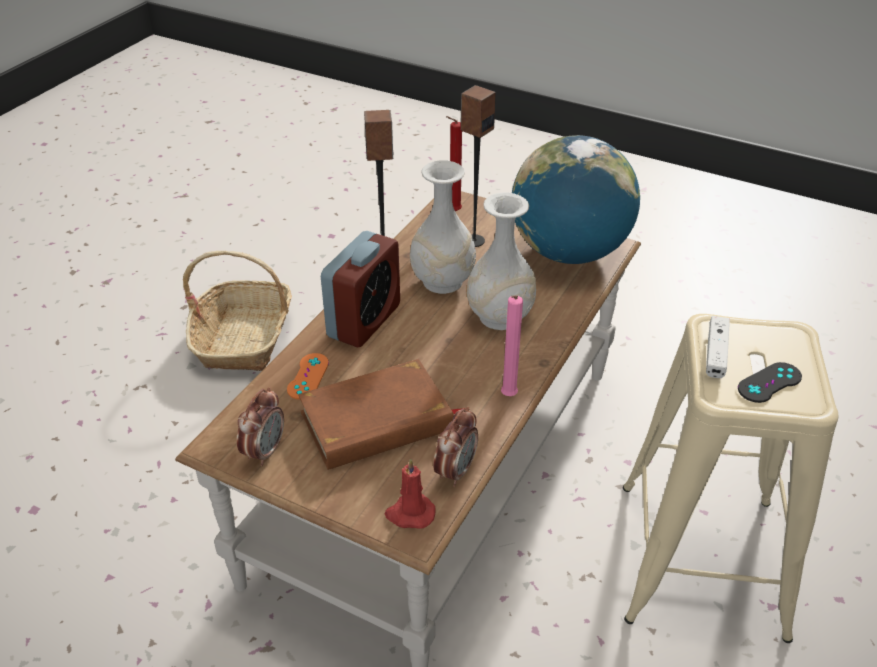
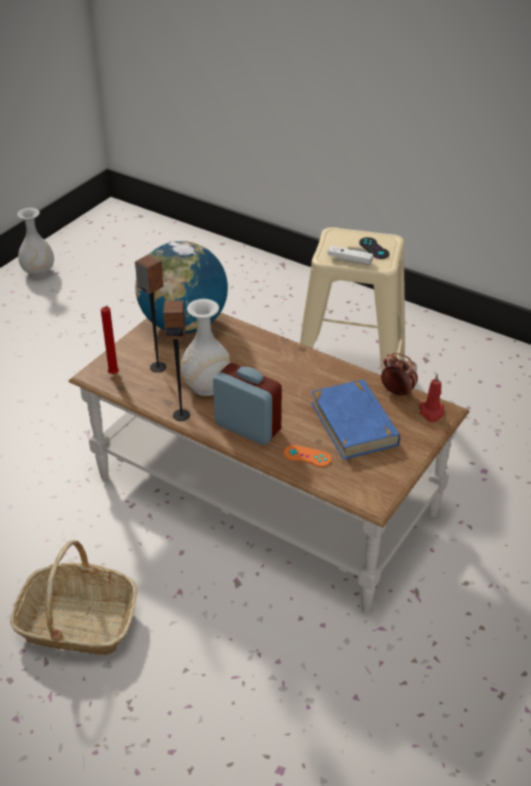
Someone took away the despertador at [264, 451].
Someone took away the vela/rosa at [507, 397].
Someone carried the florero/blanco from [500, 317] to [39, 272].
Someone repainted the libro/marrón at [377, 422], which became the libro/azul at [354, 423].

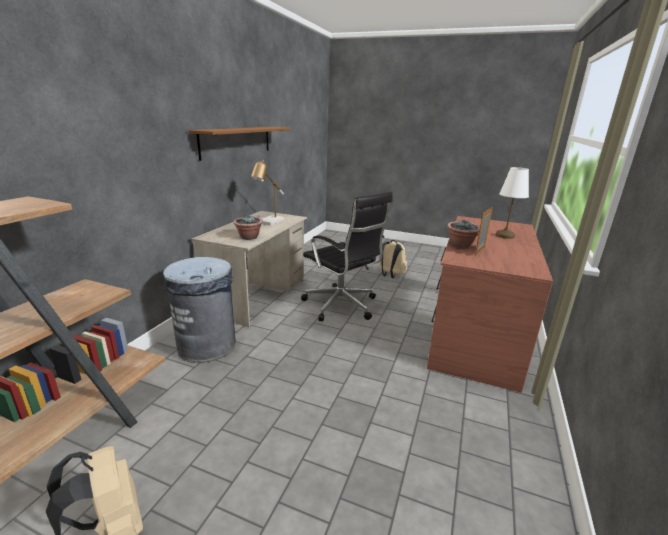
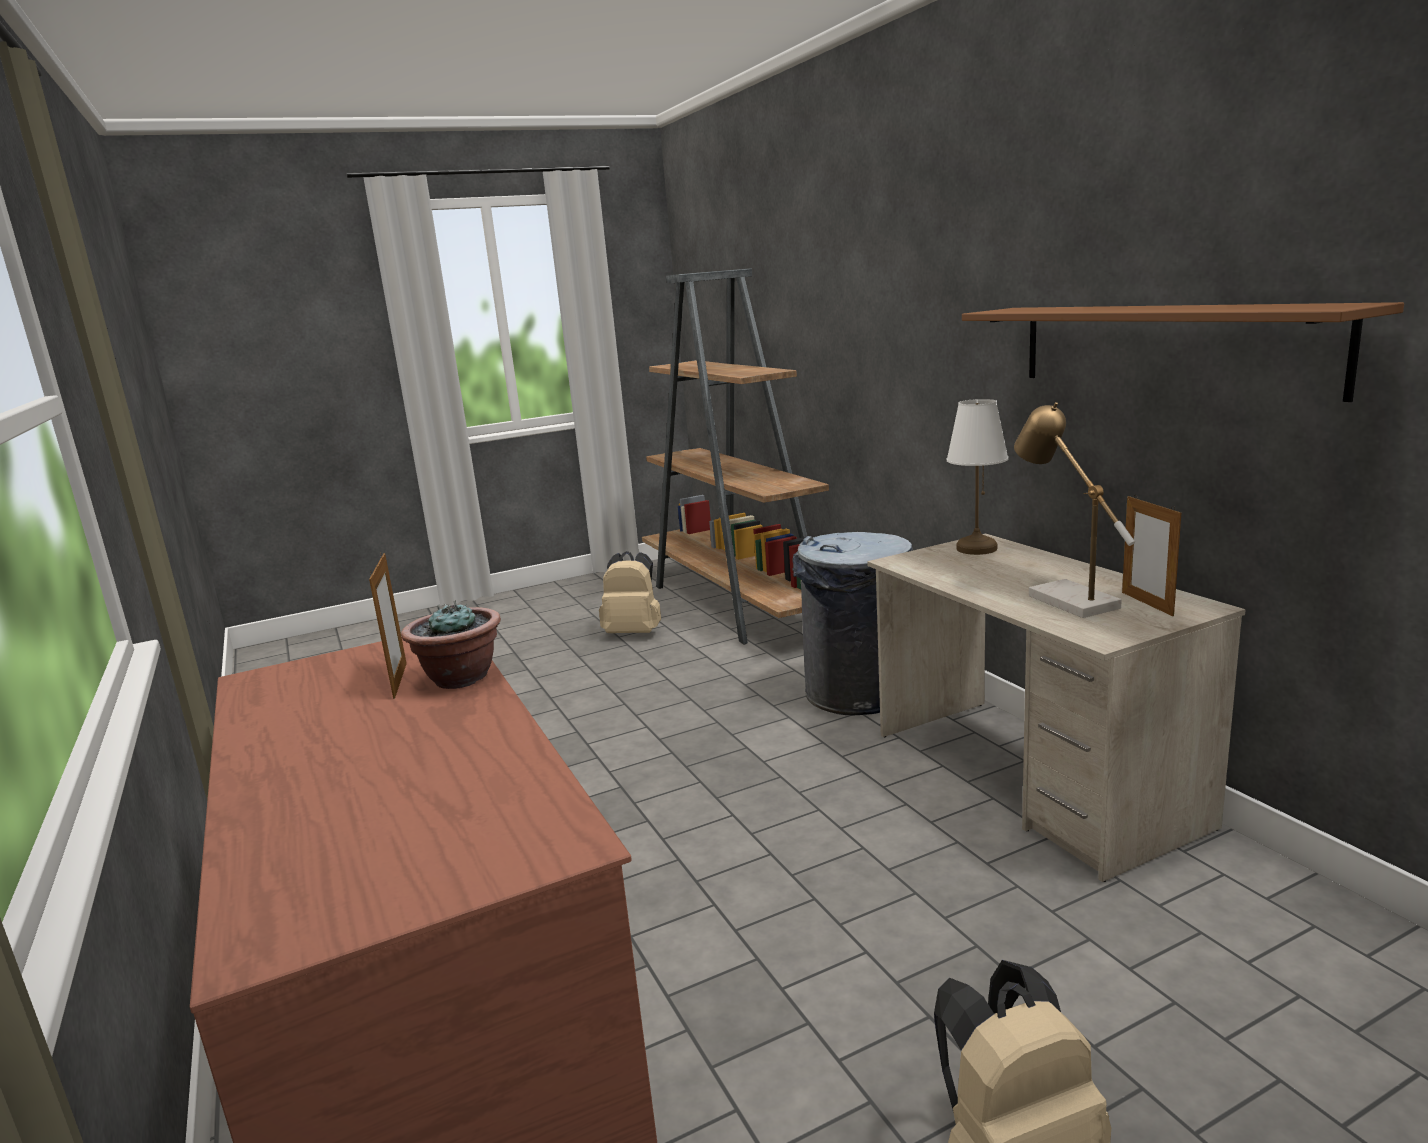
Someone took away the planta en maceta at [249, 237].
Someone took away the silla de oficina/negro at [342, 305].
Someone put down the portarretratos at [1147, 603].
Someone carried the lámpara de mesa/blanco from [505, 236] to [976, 549].

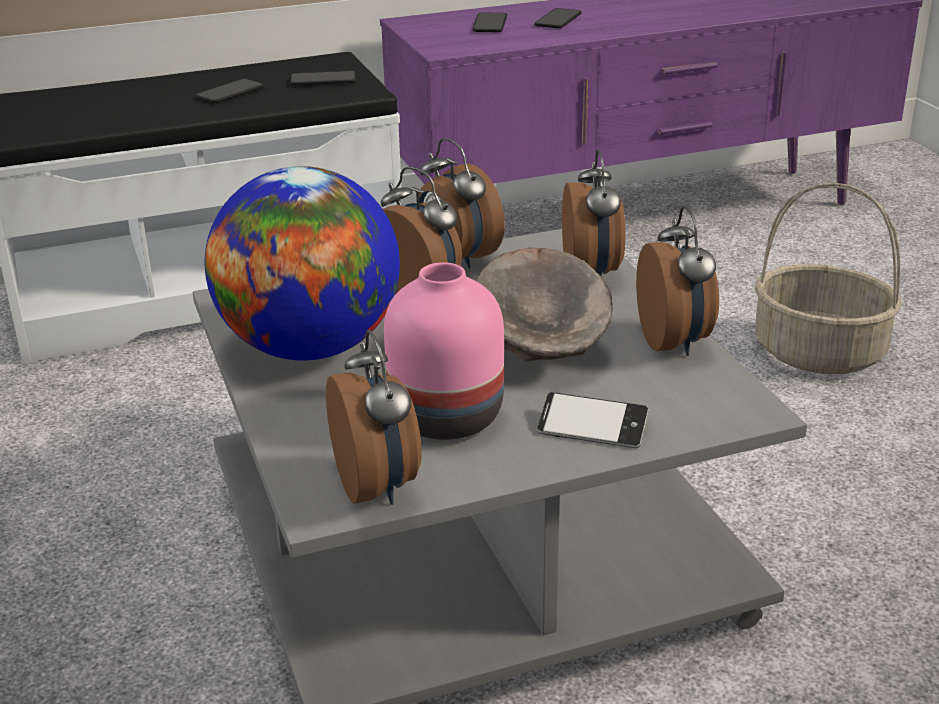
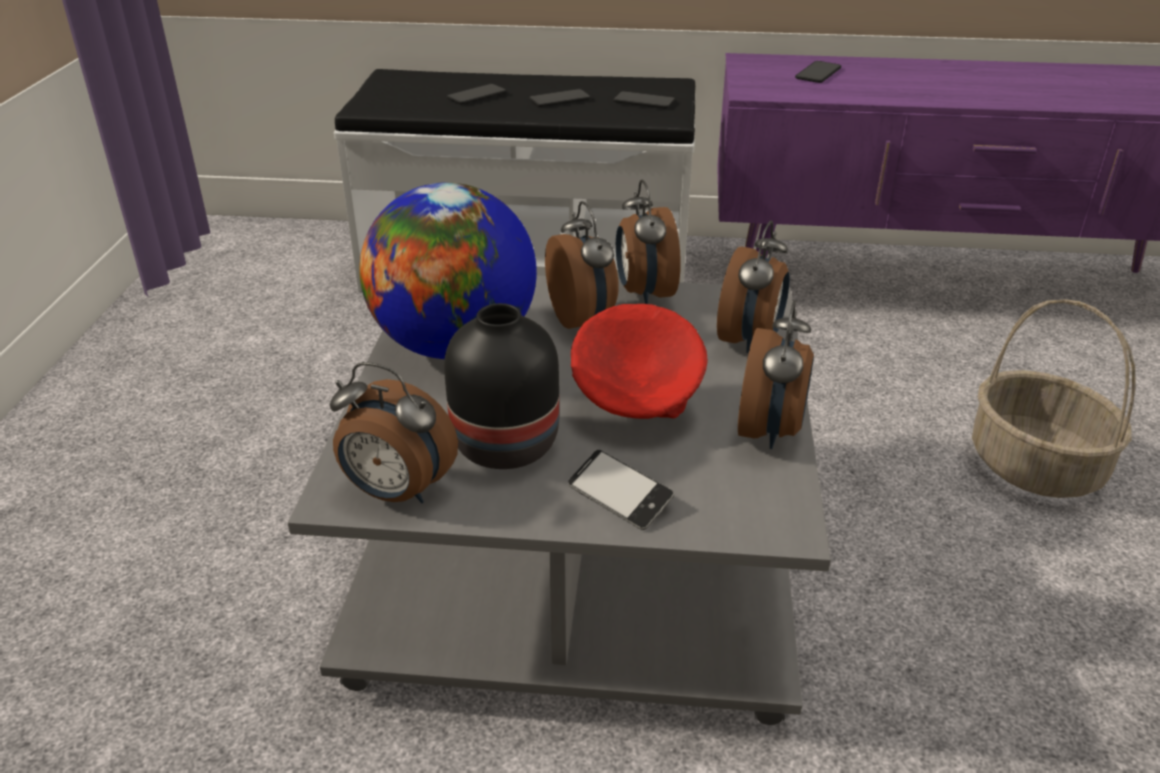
Someone carried the móvil from [558, 20] to [477, 95].
Someone repainted the florero/rosa at [449, 416], which became the florero/negro at [508, 444].
Someone repainted the cuenco/gris at [544, 357], which became the cuenco/rojo at [638, 410].
Someone rotated the despertador at [378, 486] by 105 degrees clockwise.

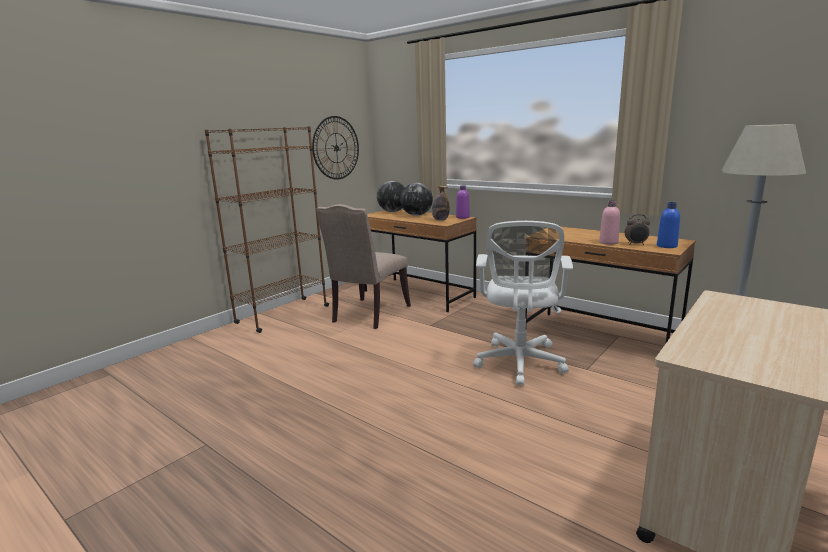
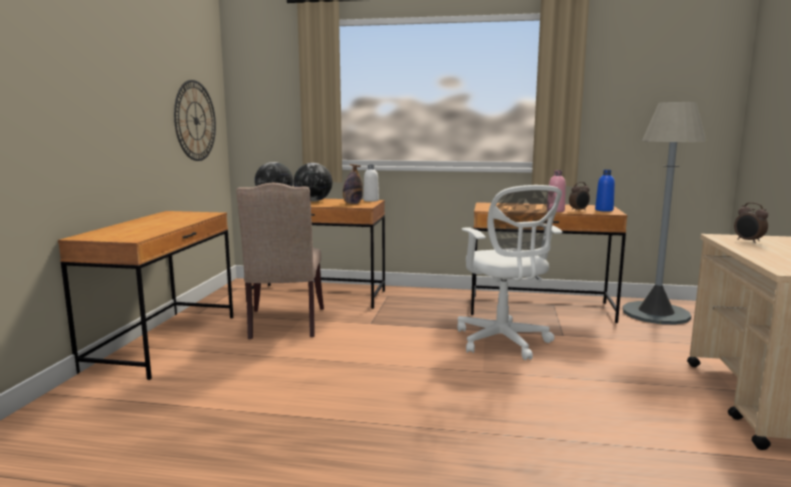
Someone put down the despertador at [748, 241].
Someone swapped the estantería/marrón at [282, 314] for the escritorio/marrón at [164, 342].
Someone repainted the botella/morado at [462, 217], which became the botella/blanco at [371, 200].

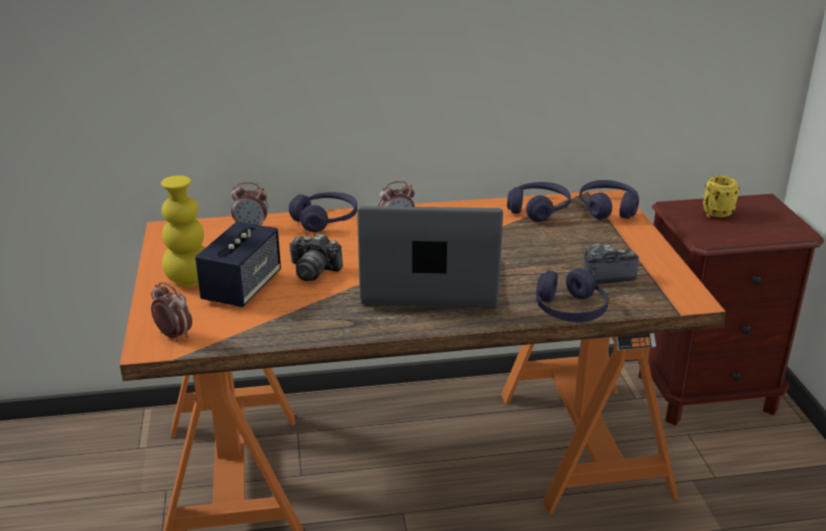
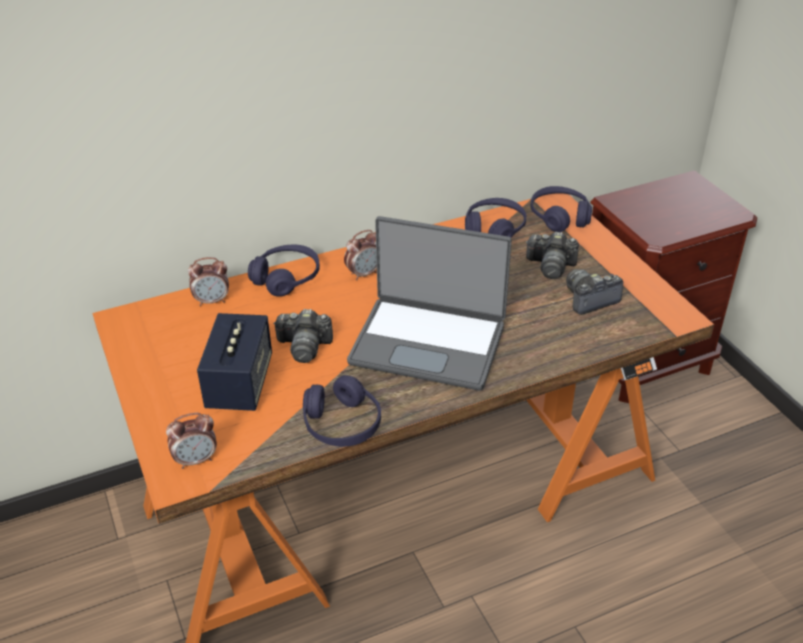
Someone took away the florero/amarillo at [189, 280].
Someone took away the taza grande/amarillo at [714, 214].
Someone put down the cámara at [551, 266].
Someone carried the auriculares/morado from [570, 310] to [342, 424].
Someone rotated the despertador at [174, 335] by 135 degrees clockwise.
Someone rotated the portátil at [429, 284] by 150 degrees counterclockwise.

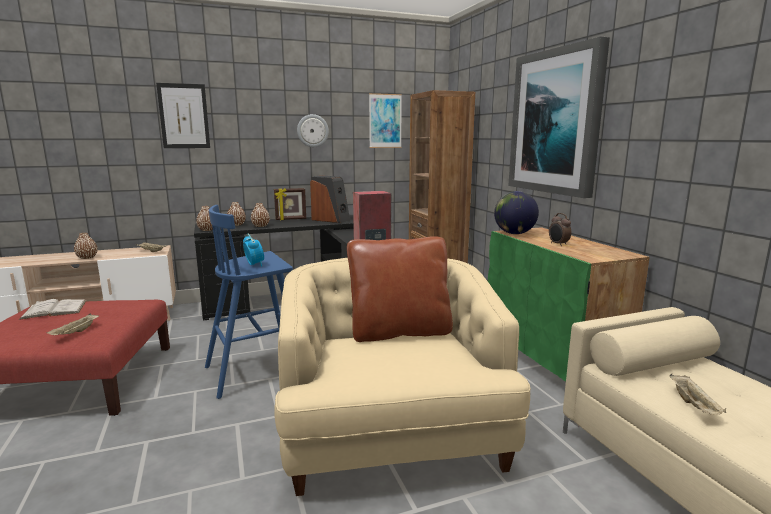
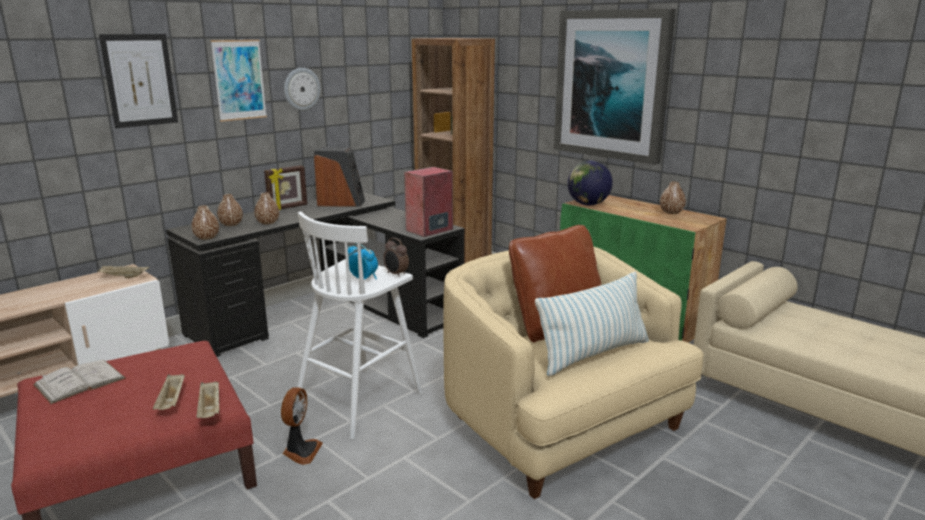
Someone put down the ventilador at [301, 451].
Someone put down the cojín at [593, 354].
Someone carried the florero/marrón from [87, 257] to [671, 212].
Someone carried the cuadro from [385, 121] to [239, 80].
Someone carried the despertador from [558, 244] to [396, 274].
Someone carried the bandeja/beis from [694, 405] to [210, 410].
Someone repainted the taburete/azul at [257, 371], which became the taburete/blanco at [361, 400].

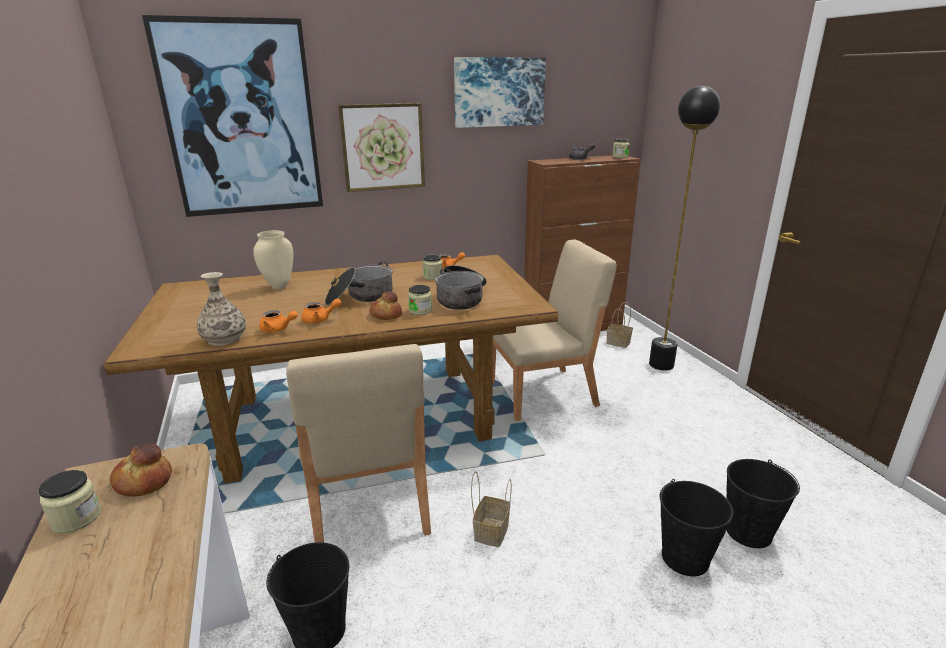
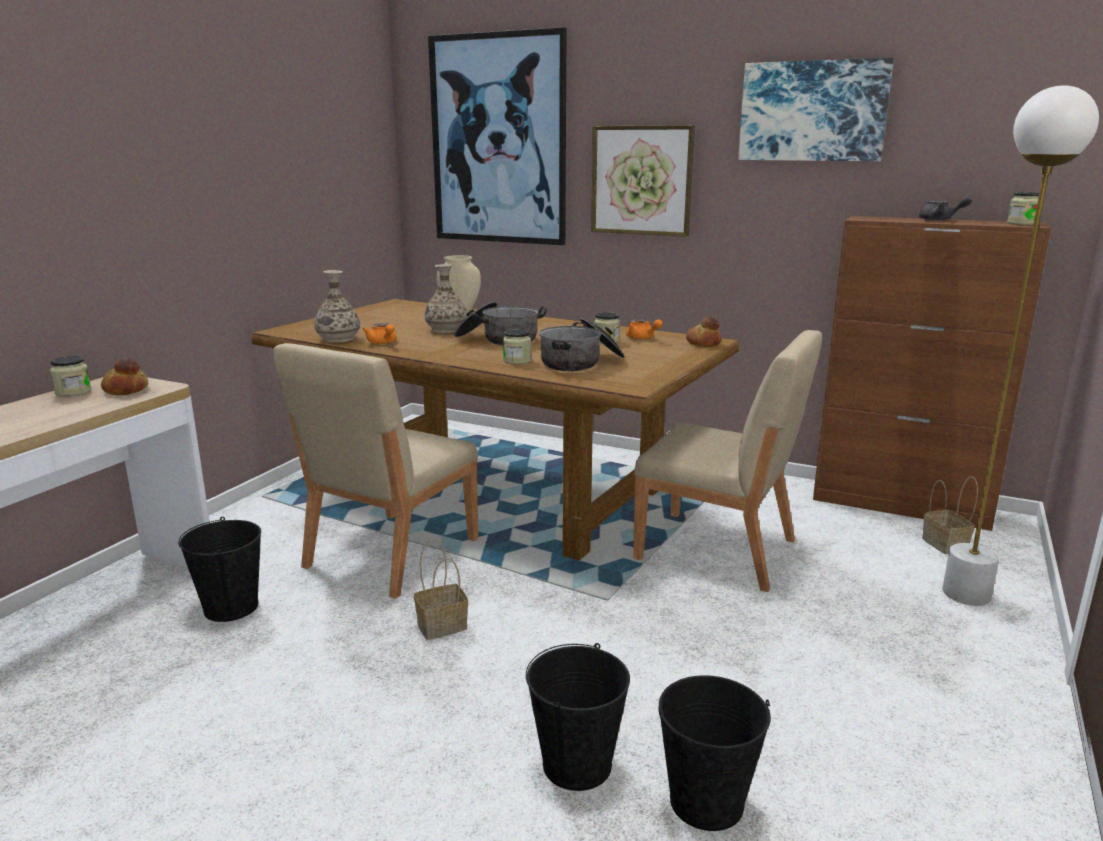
Someone took away the tetera/naranja at [320, 320].
Someone put down the florero at [446, 330].
Someone carried the pan from [386, 315] to [703, 343].
Someone repainted the lámpara de pie/negro at [661, 365], which became the lámpara de pie/blanco at [966, 594].

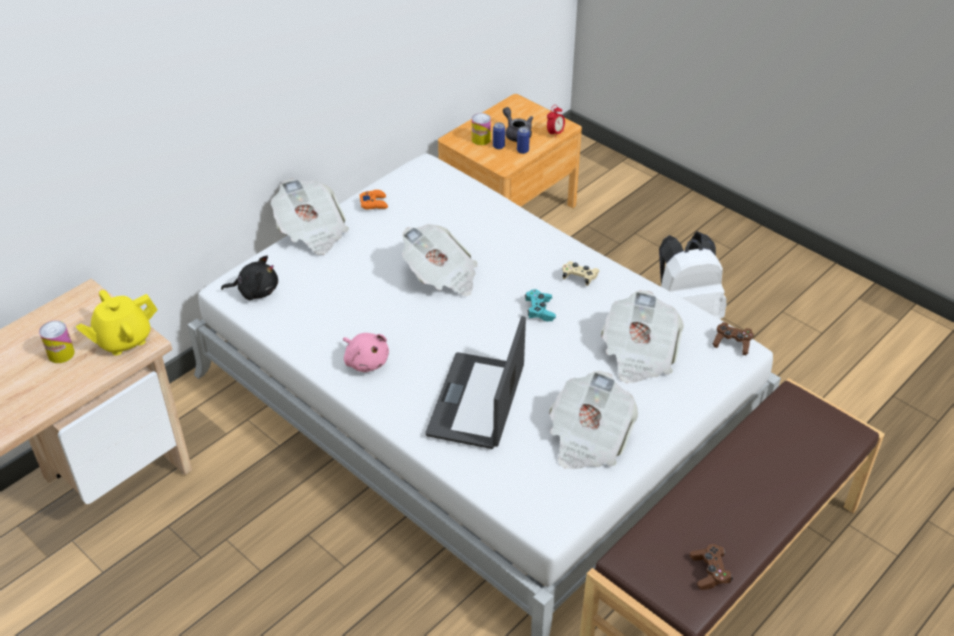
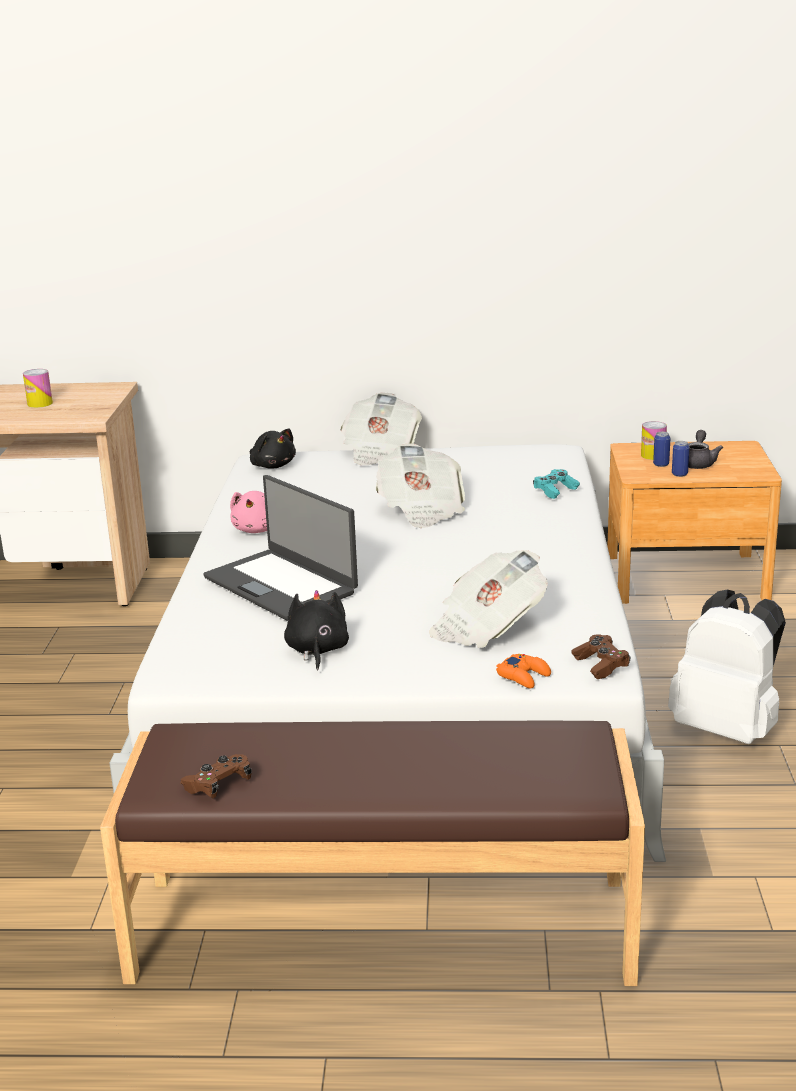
Someone took away the tetera/amarillo at [123, 339].
Someone took away the despertador at [555, 133].
Someone took away the mando de consola/beis at [579, 277].
Someone carried the mando de consola/naranja from [374, 203] to [524, 676].
Someone carried the mando de consola/turquesa from [539, 311] to [555, 491].
Someone swapped the periódico at [588, 439] for the peluche/negro at [317, 651].
Someone rotated the portátil at [478, 401] by 105 degrees counterclockwise.

